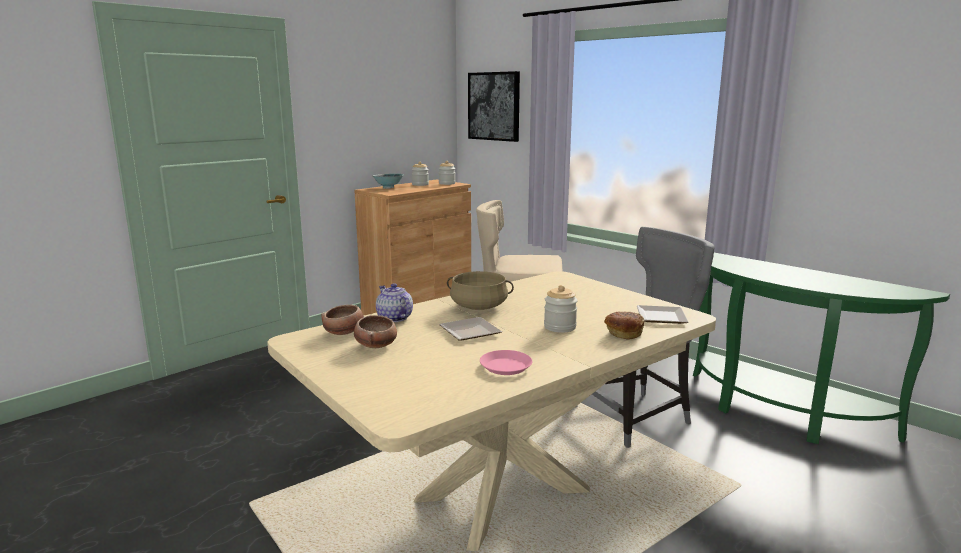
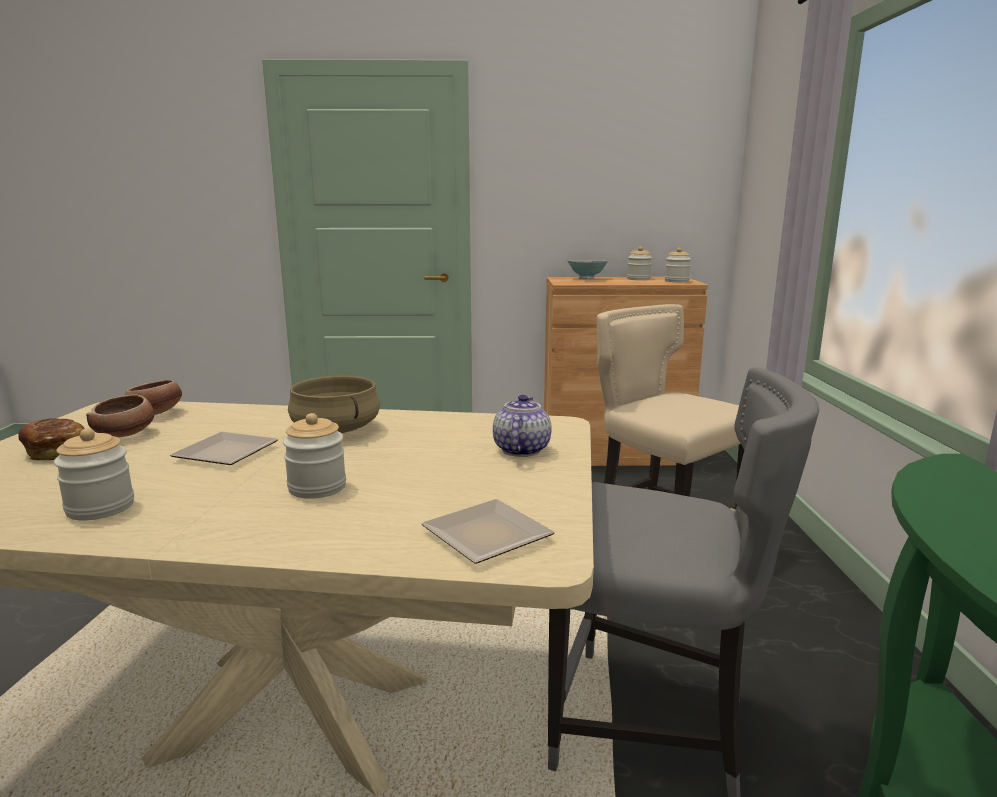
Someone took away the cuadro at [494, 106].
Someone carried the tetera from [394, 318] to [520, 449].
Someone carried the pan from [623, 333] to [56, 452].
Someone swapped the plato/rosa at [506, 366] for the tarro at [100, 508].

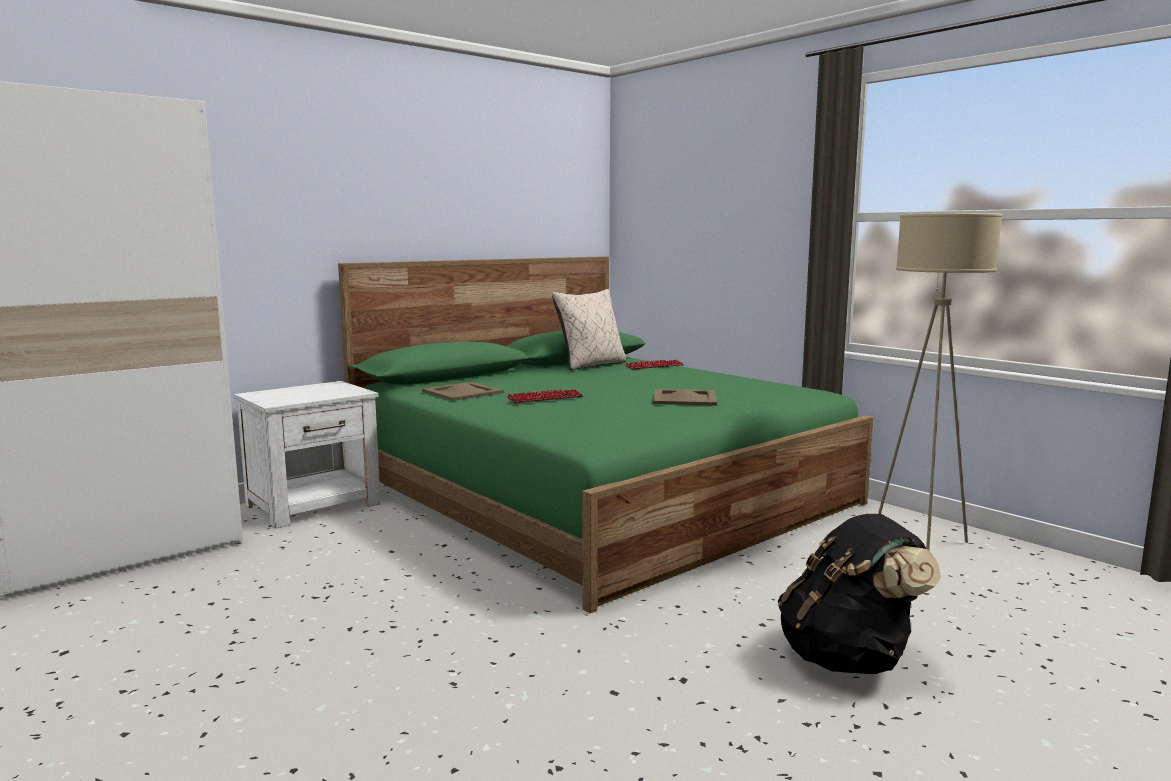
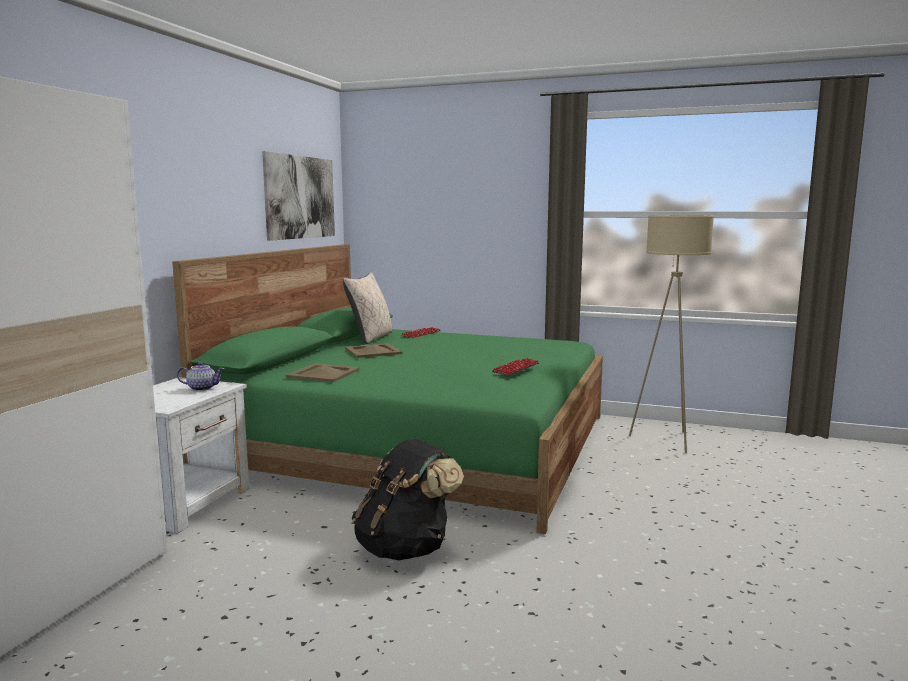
Someone put down the tetera at [202, 388].
Someone put up the cuadro at [300, 197].
Someone carried the teclado from [545, 398] to [516, 368].
Someone carried the bandeja/beis from [685, 398] to [373, 351].
Someone carried the mochila/negro from [849, 659] to [406, 548].

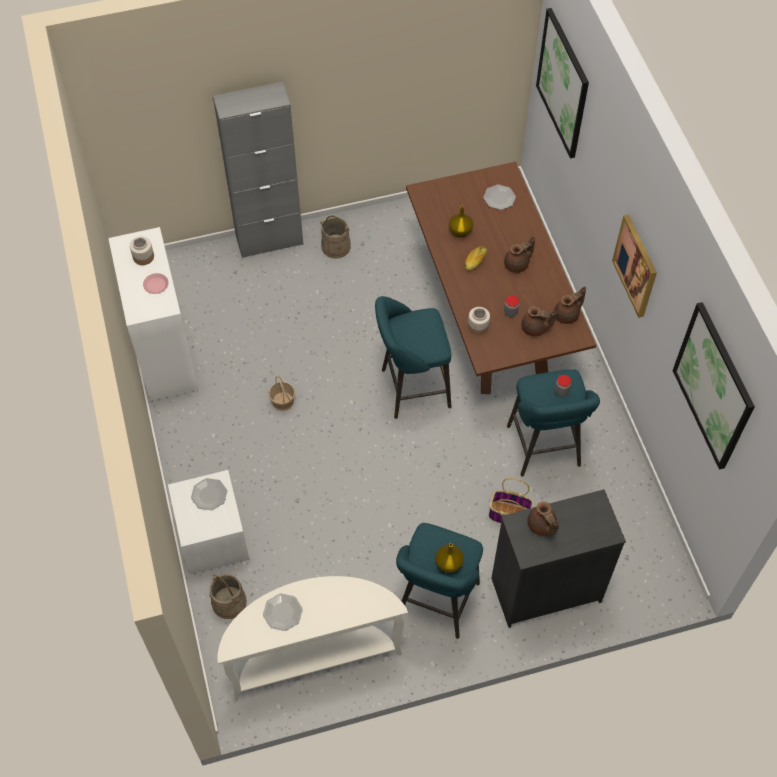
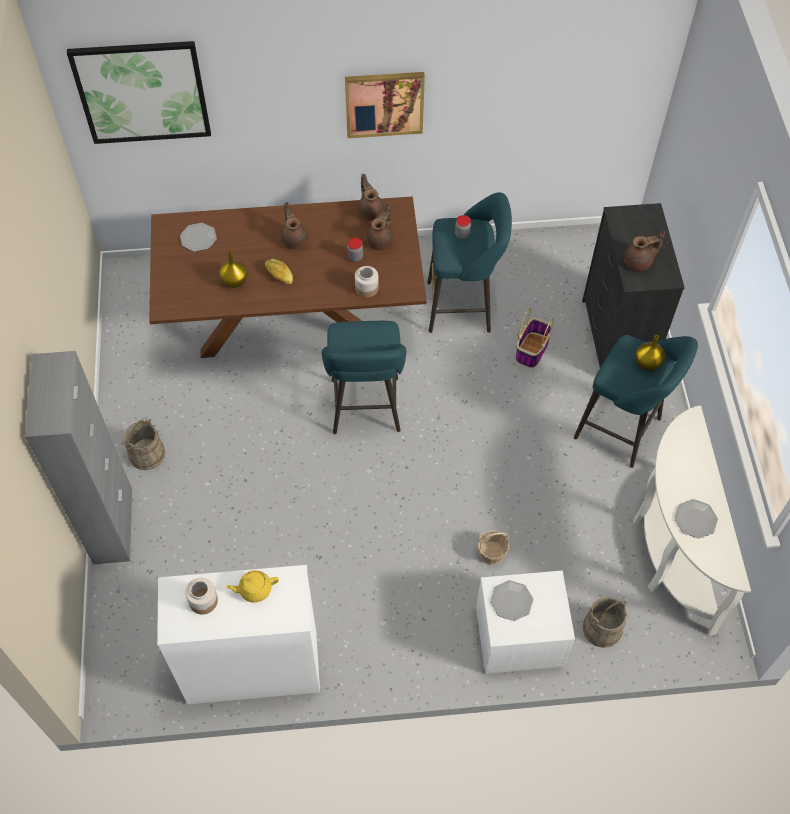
Someone took away the cuadro at [713, 386].
Someone carried the cesta from [283, 402] to [492, 553].
Someone swapped the plato/rosa at [156, 285] for the tetera/amarillo at [254, 589].

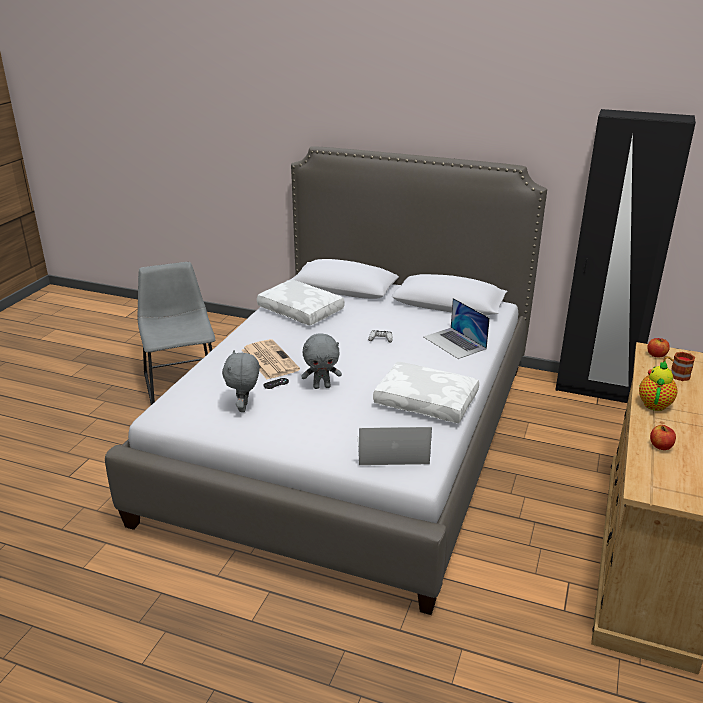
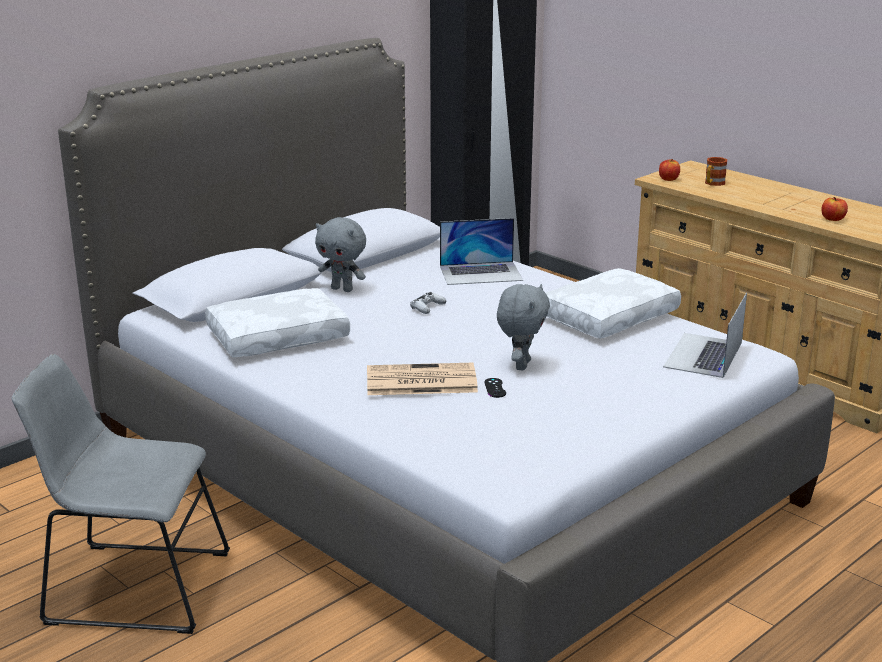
Someone took away the tetera at [654, 403].
Someone carried the peluche/gris from [244, 408] to [343, 289].

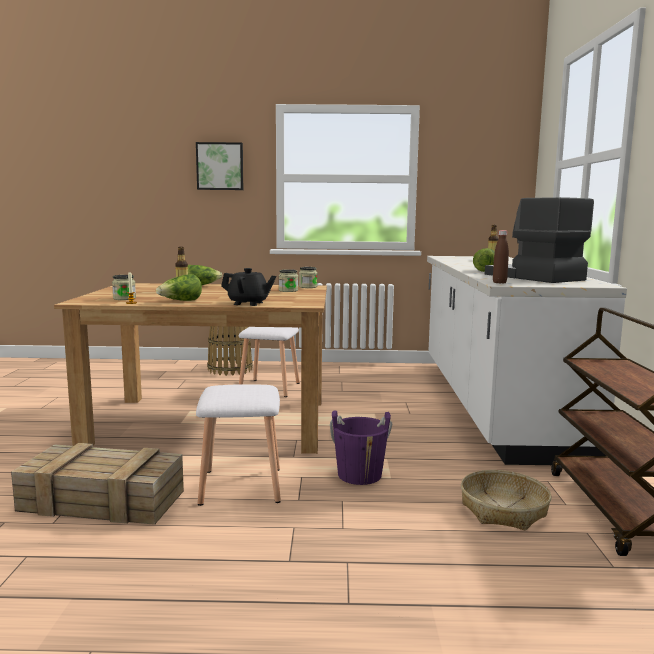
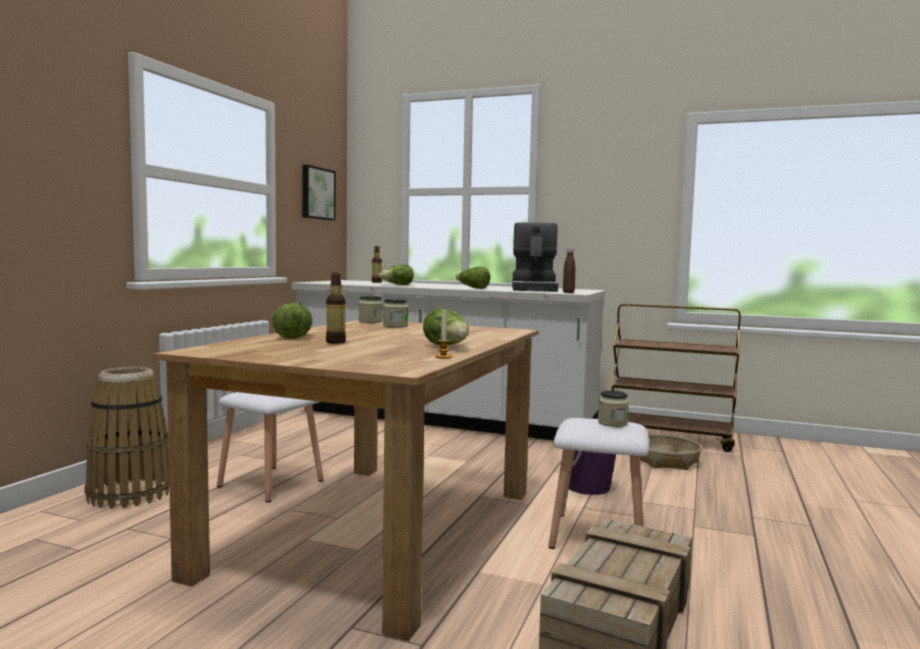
Someone took away the tetera/negro at [248, 303].
Someone put down the lechuga at [397, 285].
Someone carried the tarro from [124, 298] to [612, 423].
Someone carried the cuadro from [220, 166] to [316, 193].
Someone rotated the cafetera at [533, 277] by 75 degrees counterclockwise.

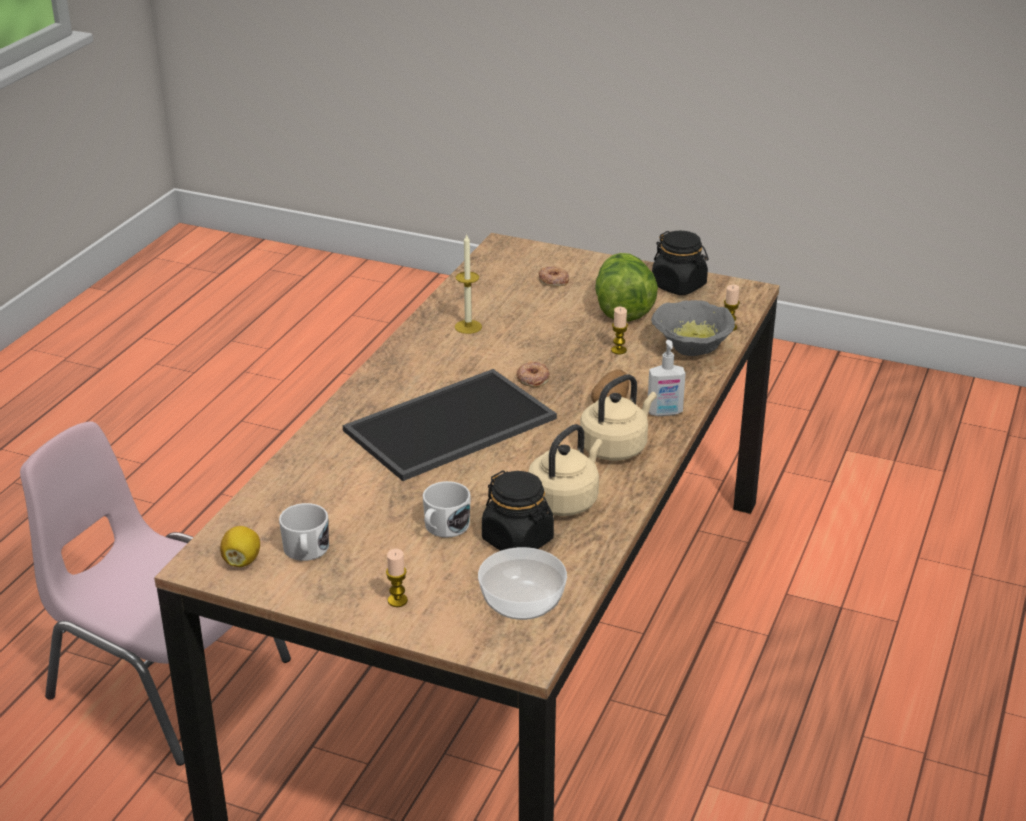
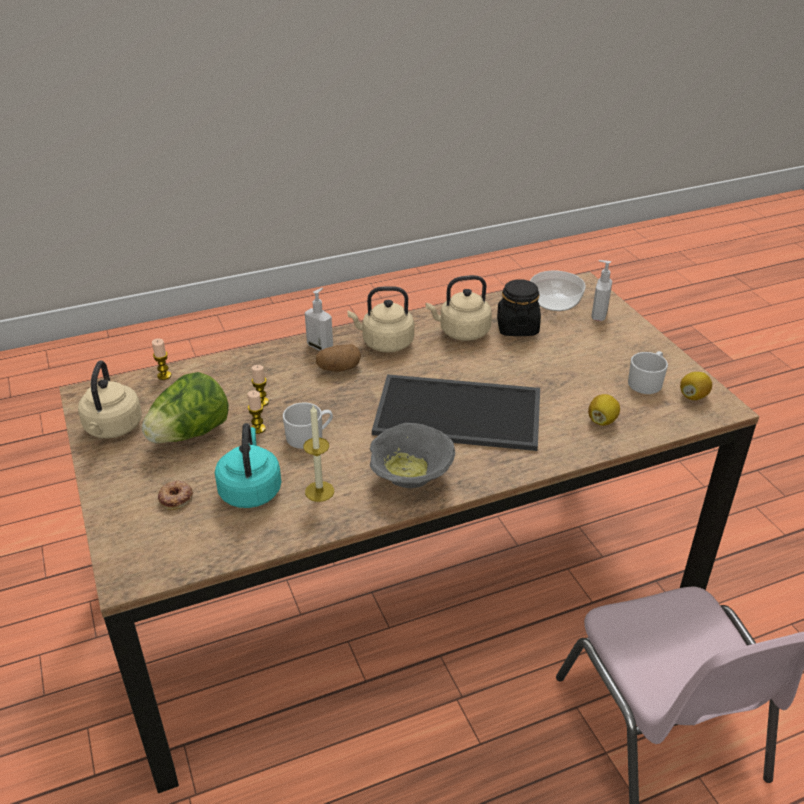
Someone took away the rosquilla at [532, 378].
Someone put down the hervidor/turquesa at [250, 490].
Someone put down the limón at [602, 421].
Someone put down the dispensador de jabón at [598, 315].
Someone carried the vela from [397, 600] to [258, 429].
Someone carried the taza grande/blanco from [443, 528] to [309, 436].
Someone carried the cuenco/gris from [690, 348] to [411, 478].
Someone swapped the tarro/negro at [679, 286] for the hervidor/beis at [113, 429].

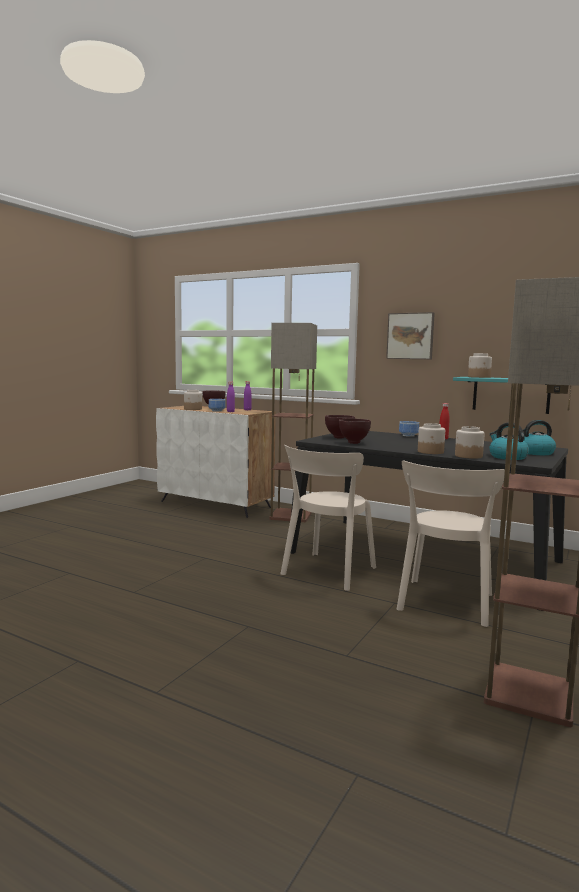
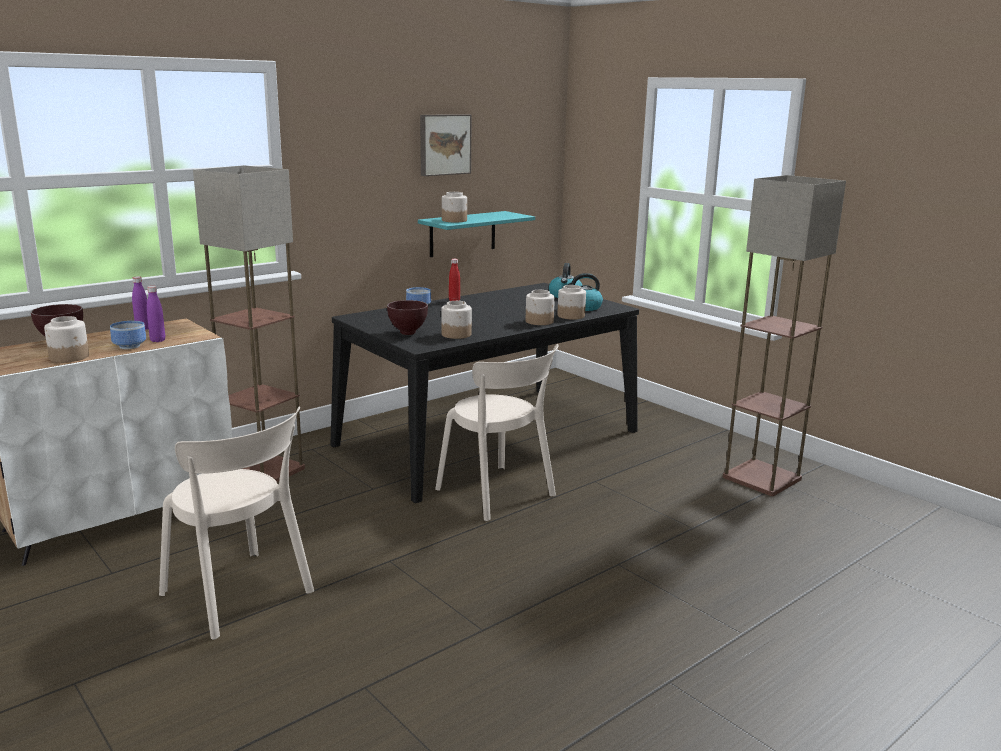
Someone carried the cuadro from [410, 336] to [444, 144].
Someone carried the silla/beis from [445, 604] to [240, 596].
Someone swapped the cuenco/marrón at [354, 443] for the tarro at [456, 334].

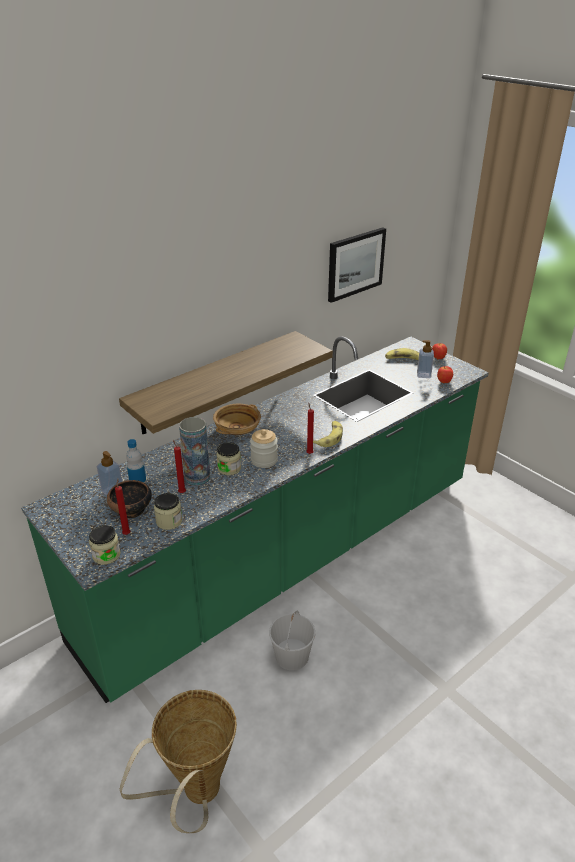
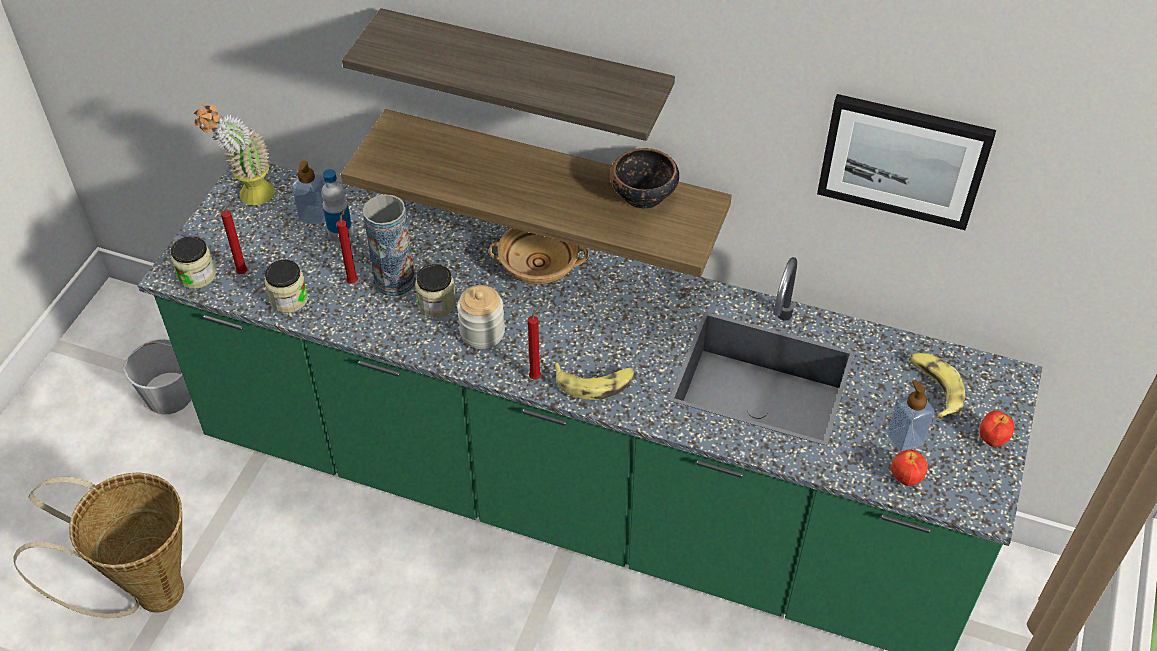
Someone put down the planta en maceta at [249, 198].
Someone put up the estante at [525, 75].
Someone carried the cuenco from [131, 510] to [643, 195].
Someone carried the cubo/blanco from [292, 655] to [170, 395].

